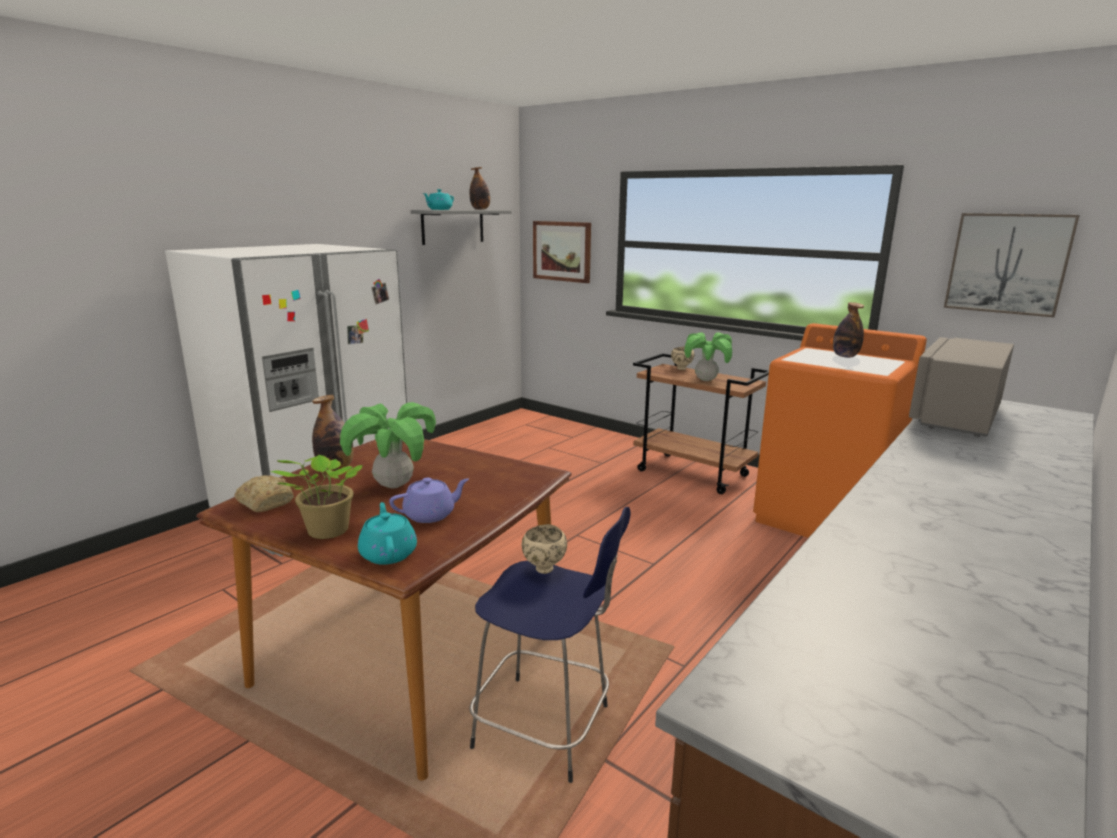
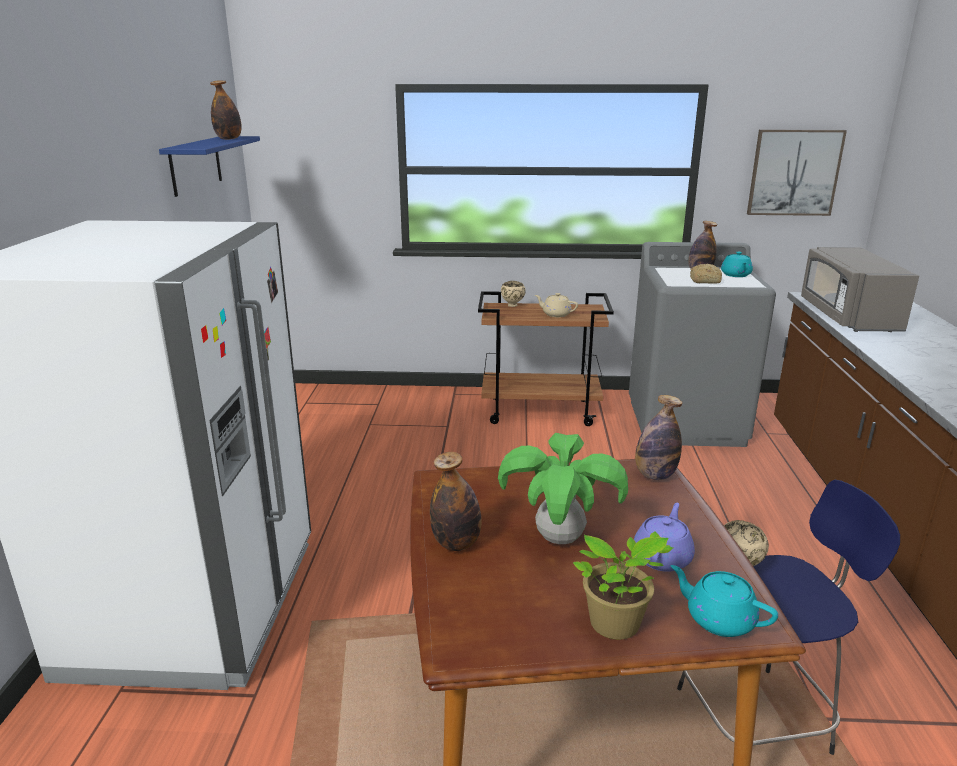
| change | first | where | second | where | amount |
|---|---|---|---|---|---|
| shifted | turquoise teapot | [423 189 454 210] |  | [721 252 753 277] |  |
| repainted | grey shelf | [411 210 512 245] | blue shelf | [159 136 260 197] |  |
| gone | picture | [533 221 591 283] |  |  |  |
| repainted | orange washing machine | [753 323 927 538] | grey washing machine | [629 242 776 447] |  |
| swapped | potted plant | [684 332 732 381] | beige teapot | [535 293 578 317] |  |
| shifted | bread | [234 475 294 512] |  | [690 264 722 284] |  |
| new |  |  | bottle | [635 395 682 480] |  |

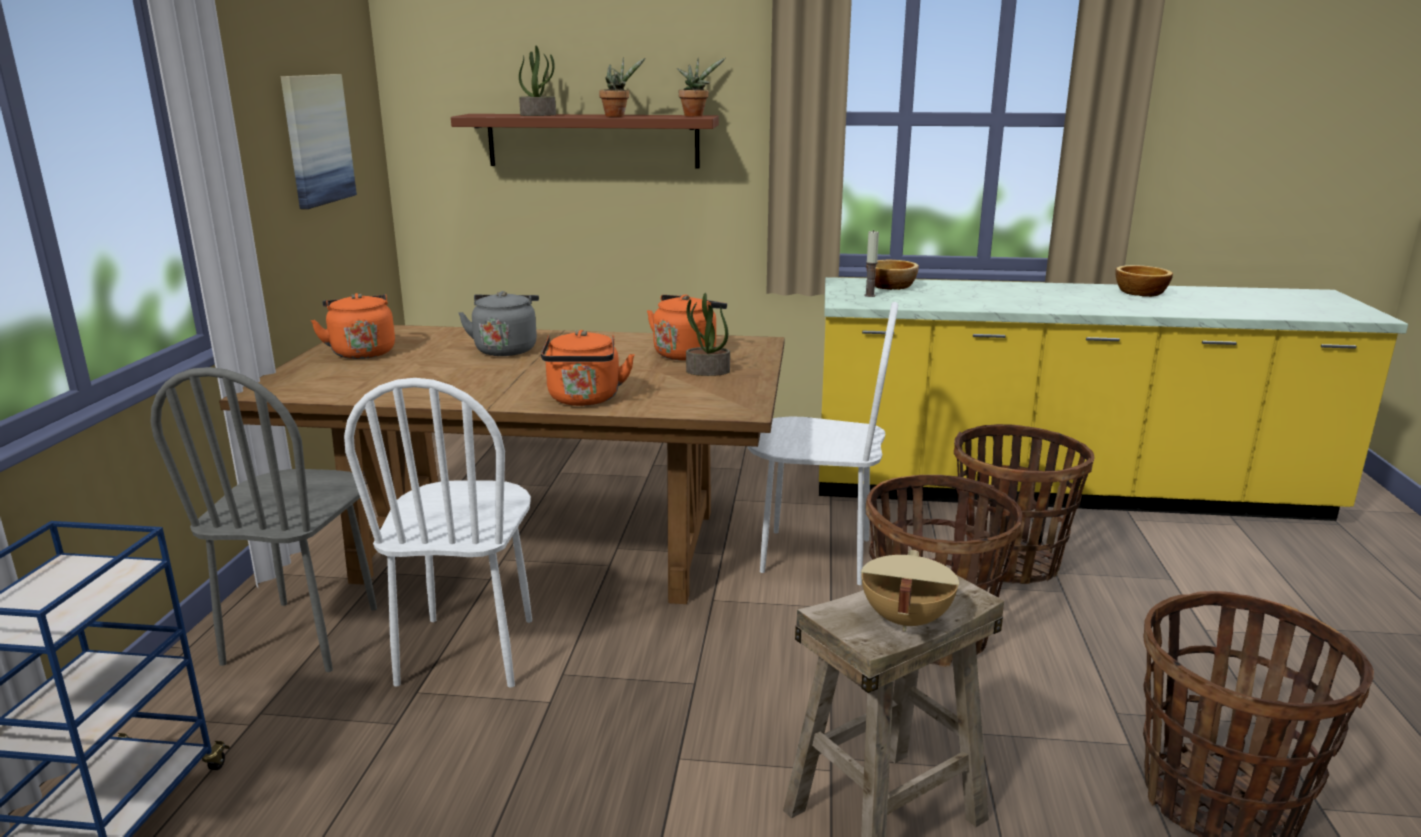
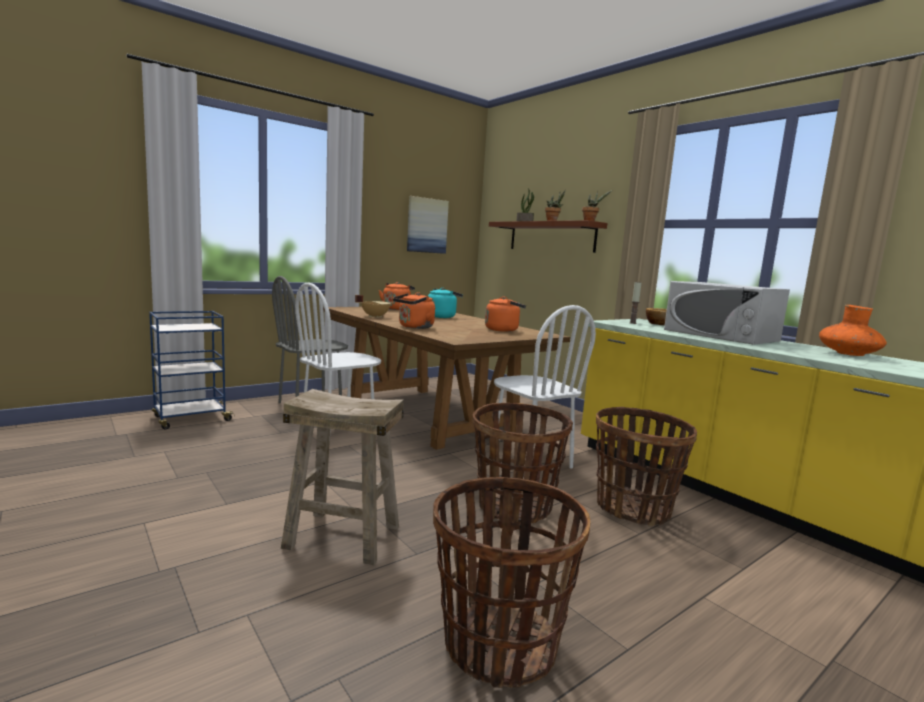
| change | first | where | second | where | amount |
|---|---|---|---|---|---|
| swapped | bowl | [1116 265 1173 297] | orange vase | [819 305 887 356] |  |
| repainted | grey kettle | [458 291 539 356] | turquoise kettle | [428 288 463 318] |  |
| gone | potted plant | [686 293 730 376] |  |  |  |
| shifted | beige cooking pot | [861 550 959 632] |  | [355 295 393 318] |  |
| new |  |  | white microwave | [664 281 790 345] |  |

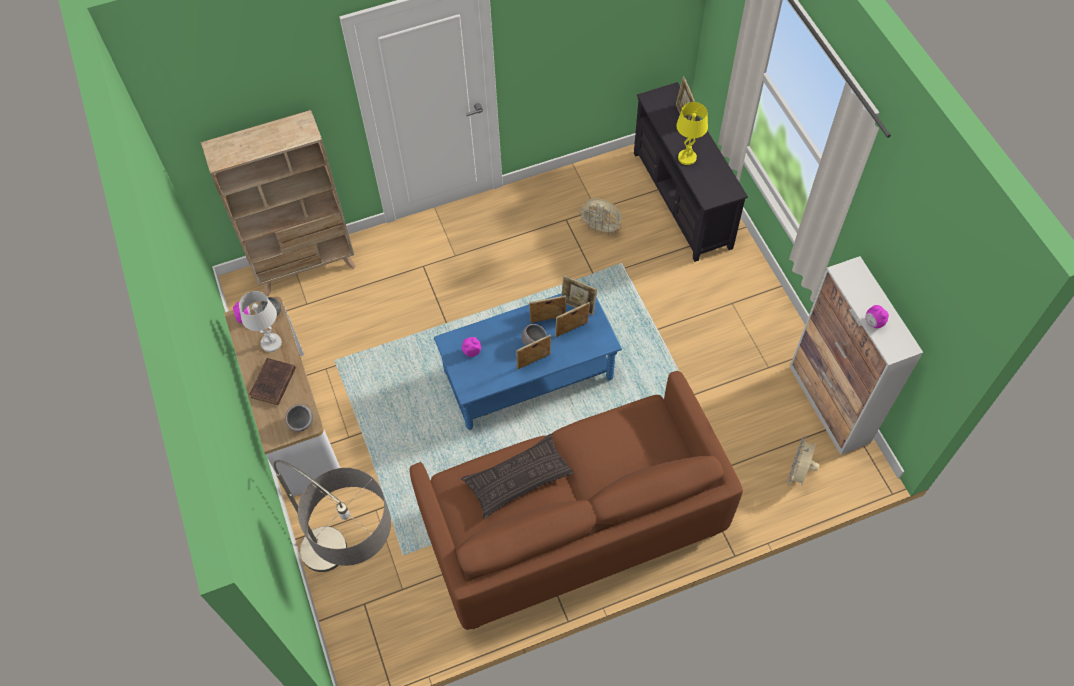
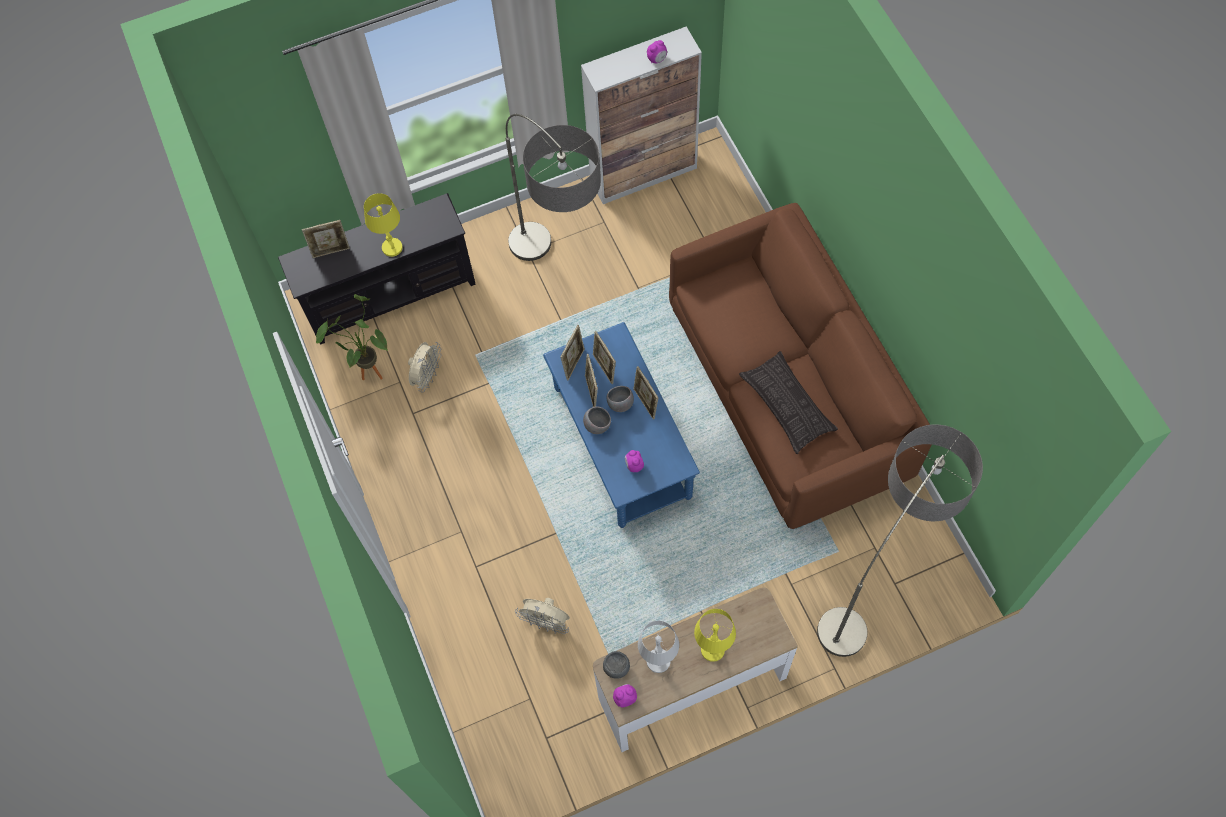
| change | first | where | second | where | amount |
|---|---|---|---|---|---|
| gone | beige bookcase | [201 110 355 296] |  |  |  |
| swapped | brown book | [249 358 296 405] | yellow table lamp | [694 609 736 662] |  |
| shifted | grey bowl | [285 404 313 432] |  | [583 406 611 434] |  |
| shifted | beige fan | [787 436 819 486] |  | [515 598 570 634] |  |
| new |  |  | floor lamp | [506 114 601 261] |  |
| new |  |  | potted plant | [316 294 388 380] |  |

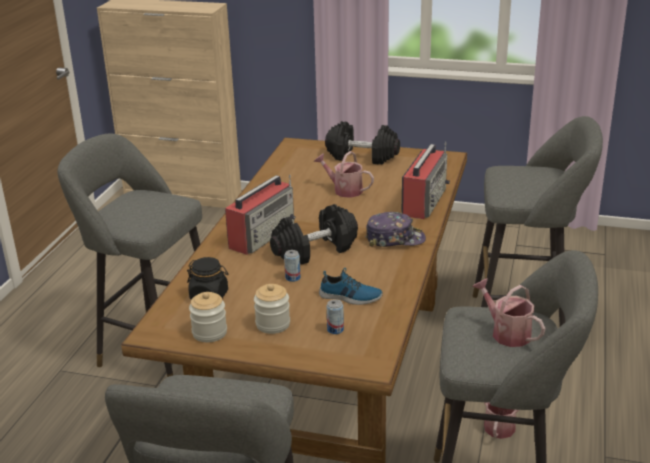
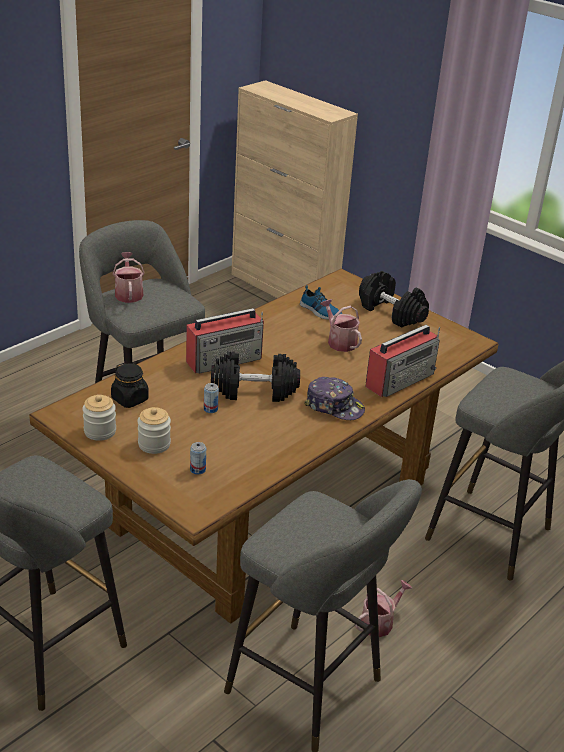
| change | first | where | second | where | amount |
|---|---|---|---|---|---|
| shifted | shoe | [319 268 383 305] |  | [300 285 343 320] |  |
| shifted | watering can | [472 278 546 347] |  | [113 252 145 303] |  |

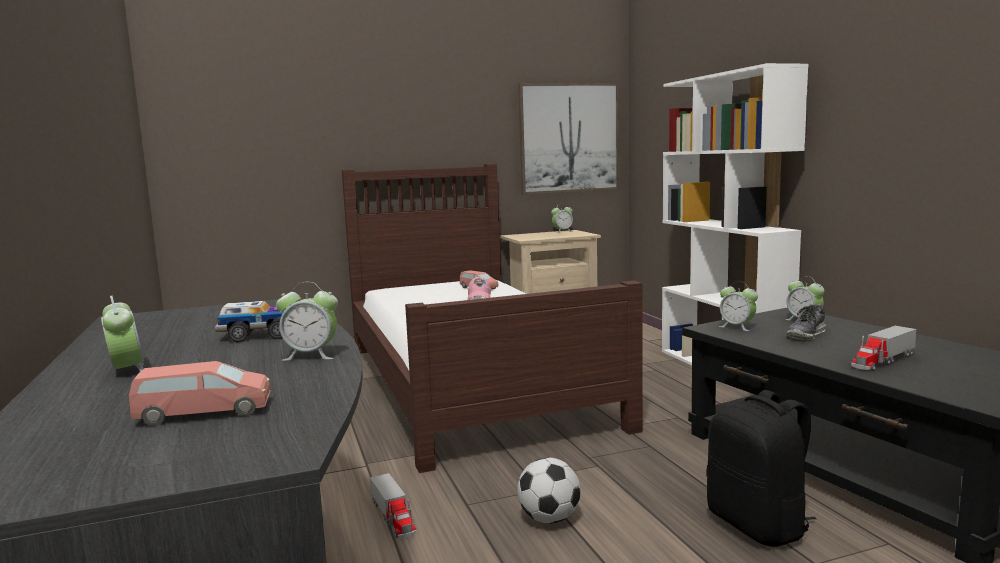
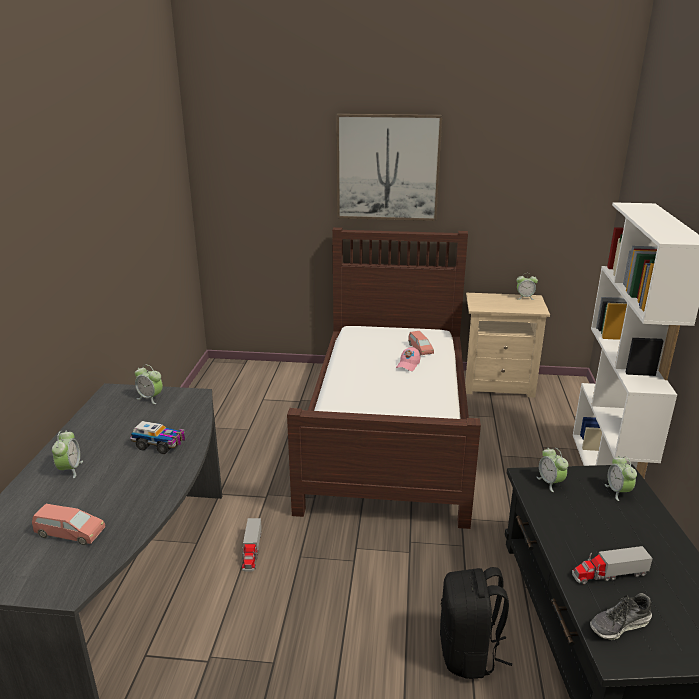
| change | first | where | second | where | amount |
|---|---|---|---|---|---|
| shifted | picture | [518 83 619 195] |  | [336 114 442 221] |  |
| shifted | alarm clock | [276 282 338 361] |  | [135 365 163 404] |  |
| shifted | shoe | [787 304 826 340] |  | [590 593 652 640] |  |
| gone | football | [517 457 581 524] |  |  |  |

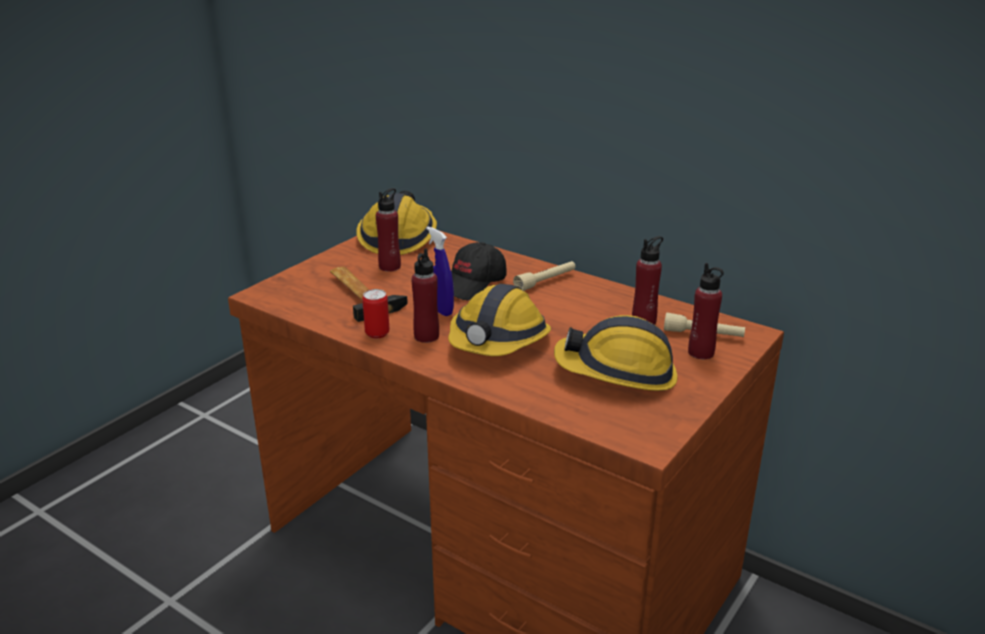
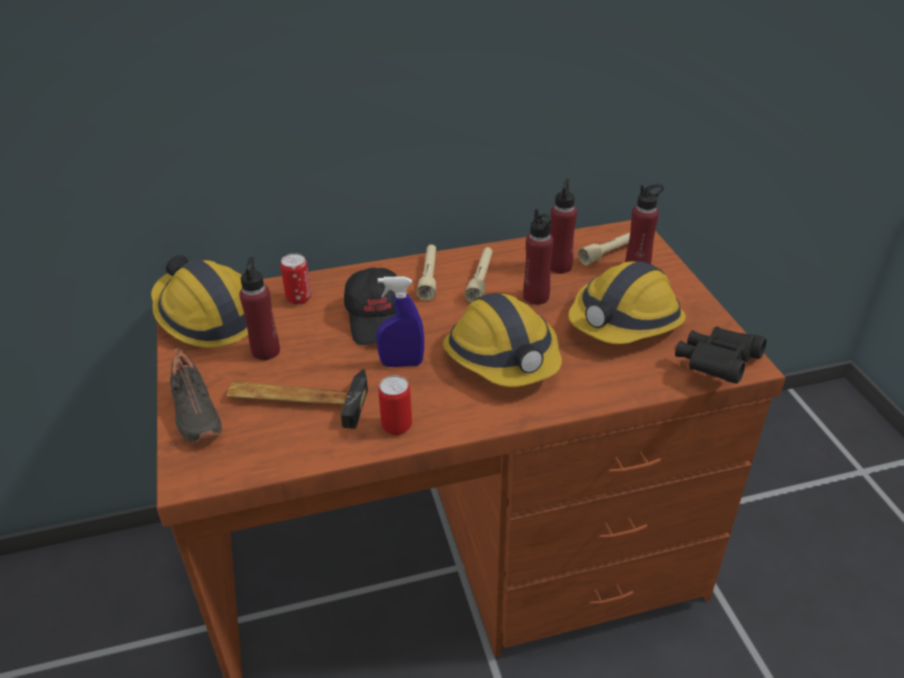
| change | first | where | second | where | amount |
|---|---|---|---|---|---|
| shifted | red bottle | [411 248 439 343] |  | [523 209 553 305] |  |
| new |  |  | beige flashlight | [464 247 493 303] |  |
| new |  |  | can | [280 253 311 305] |  |
| new |  |  | black binoculars | [675 326 766 384] |  |
| new |  |  | black shoe | [170 347 222 443] |  |

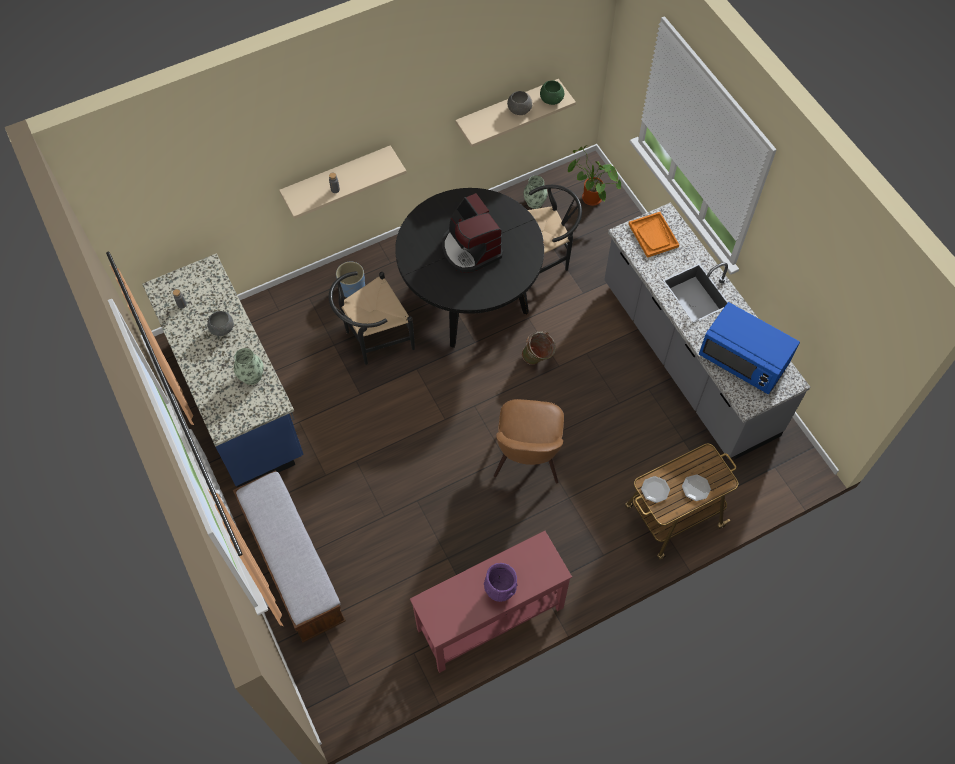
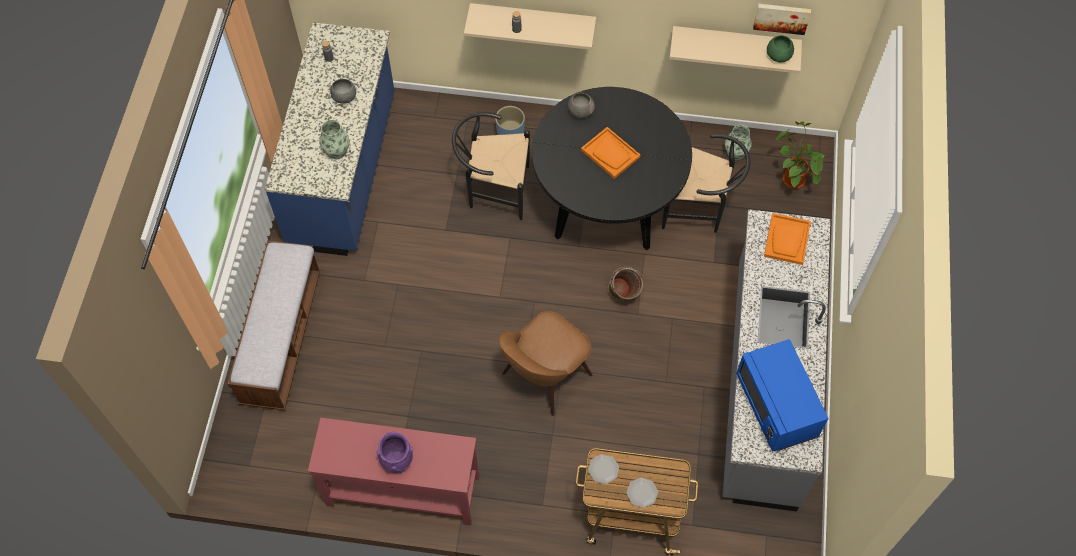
| change | first | where | second | where | amount |
|---|---|---|---|---|---|
| shifted | grey bowl | [507 91 533 115] |  | [568 93 595 118] |  |
| swapped | coffee machine | [442 193 503 273] | orange tray | [581 127 641 179] |  |
| new |  |  | picture | [753 4 811 35] |  |

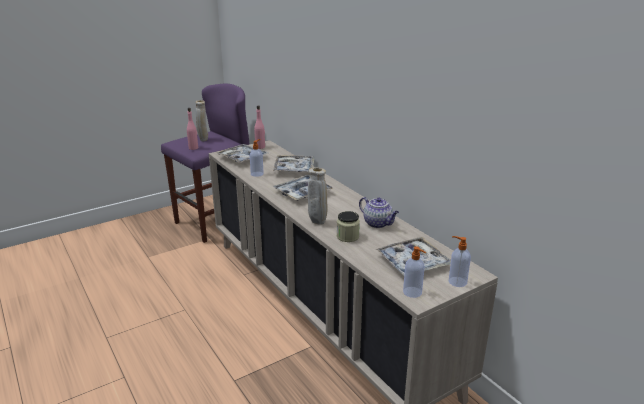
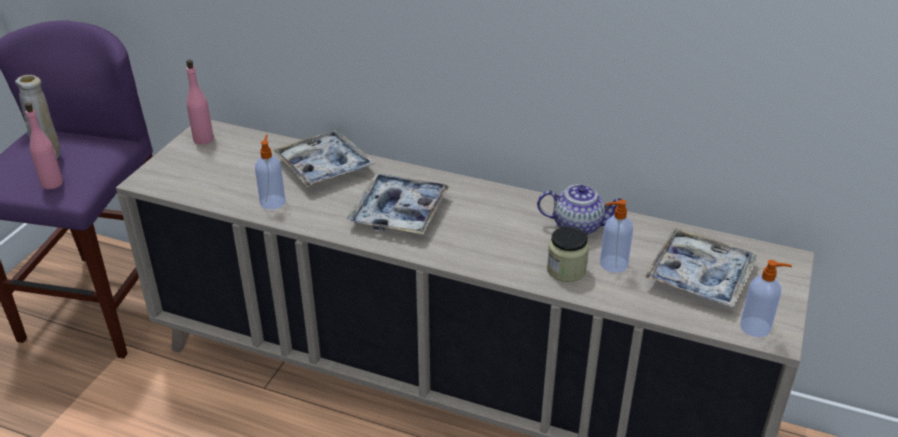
| change | first | where | second | where | amount |
|---|---|---|---|---|---|
| gone | tray | [216 144 268 163] |  |  |  |
| gone | beige vase | [308 168 328 225] |  |  |  |
| shifted | soap dispenser | [449 236 471 287] |  | [600 199 633 273] |  |

